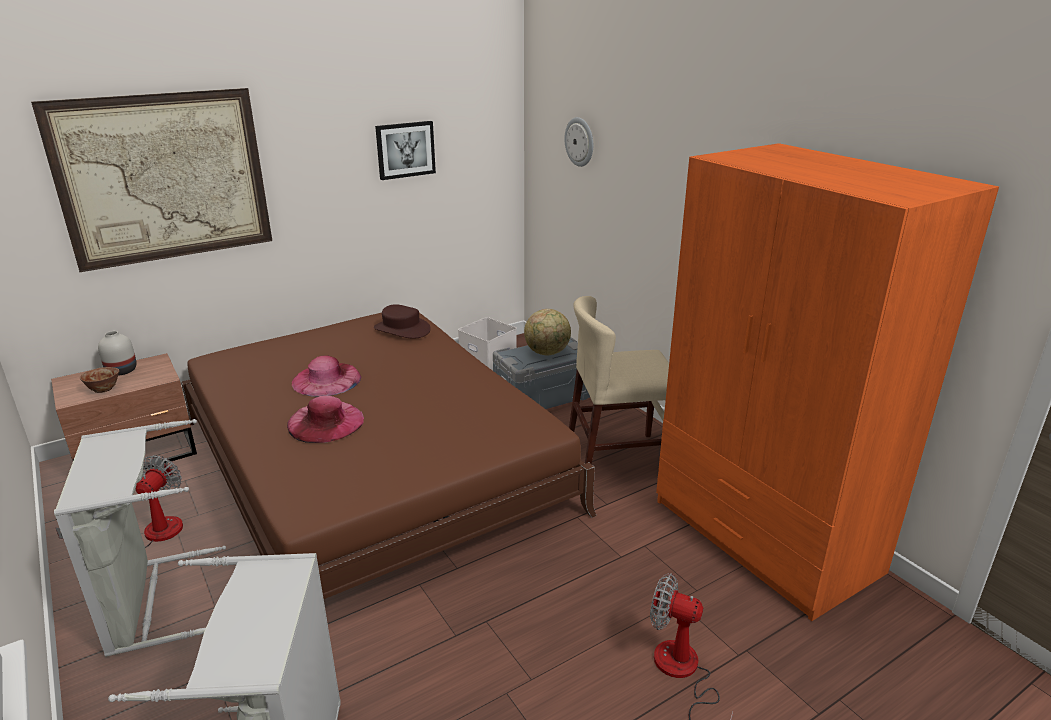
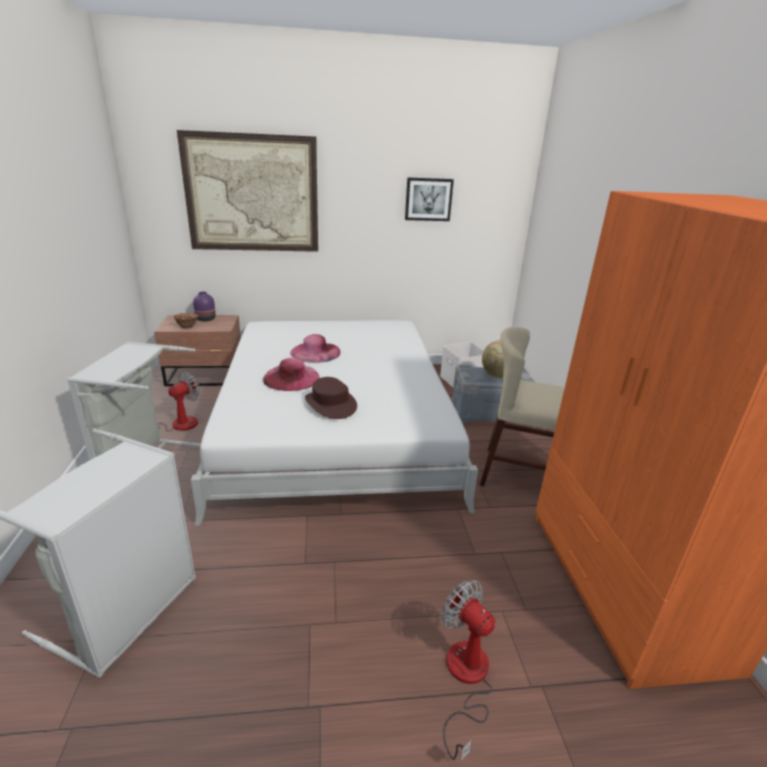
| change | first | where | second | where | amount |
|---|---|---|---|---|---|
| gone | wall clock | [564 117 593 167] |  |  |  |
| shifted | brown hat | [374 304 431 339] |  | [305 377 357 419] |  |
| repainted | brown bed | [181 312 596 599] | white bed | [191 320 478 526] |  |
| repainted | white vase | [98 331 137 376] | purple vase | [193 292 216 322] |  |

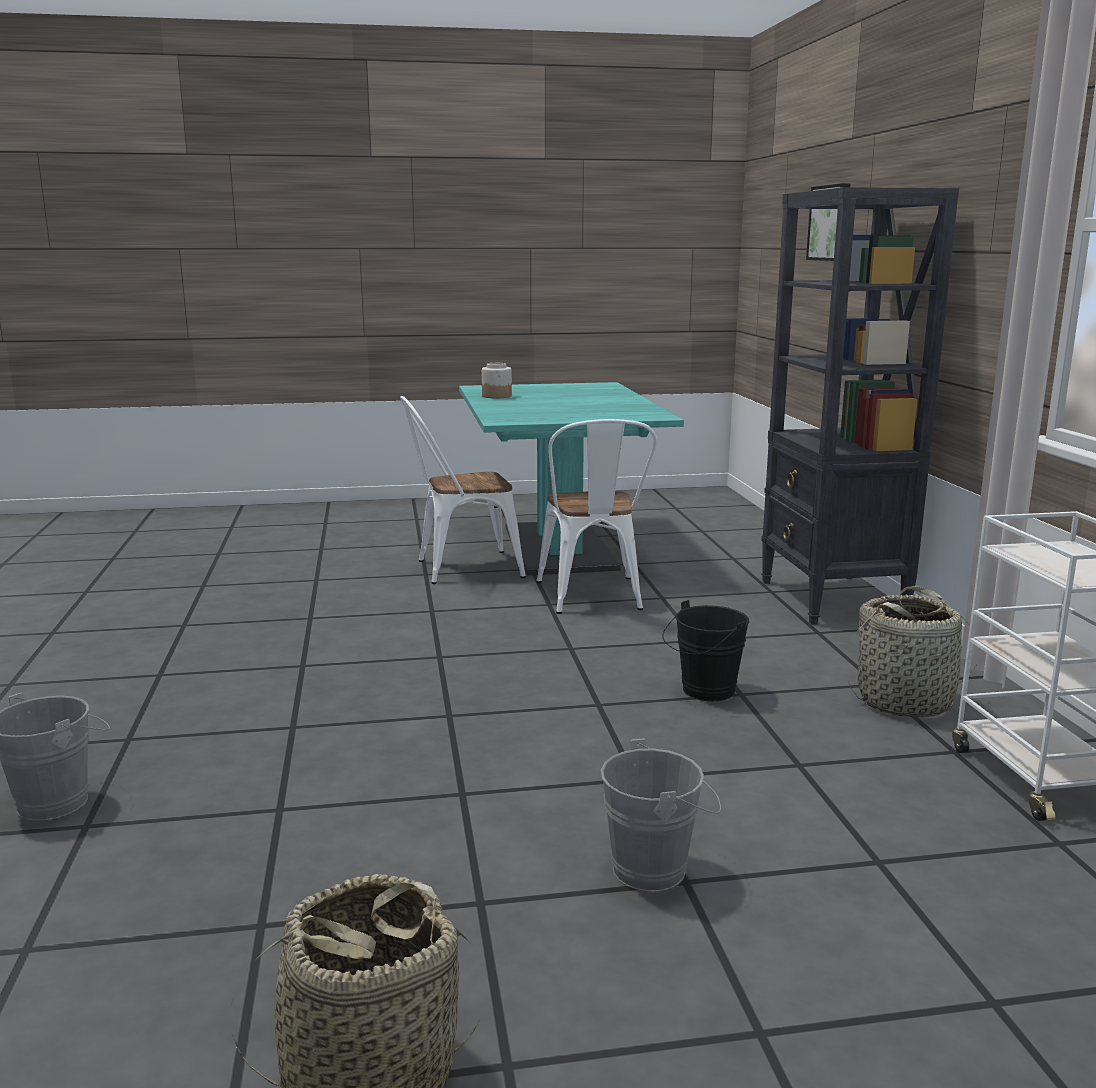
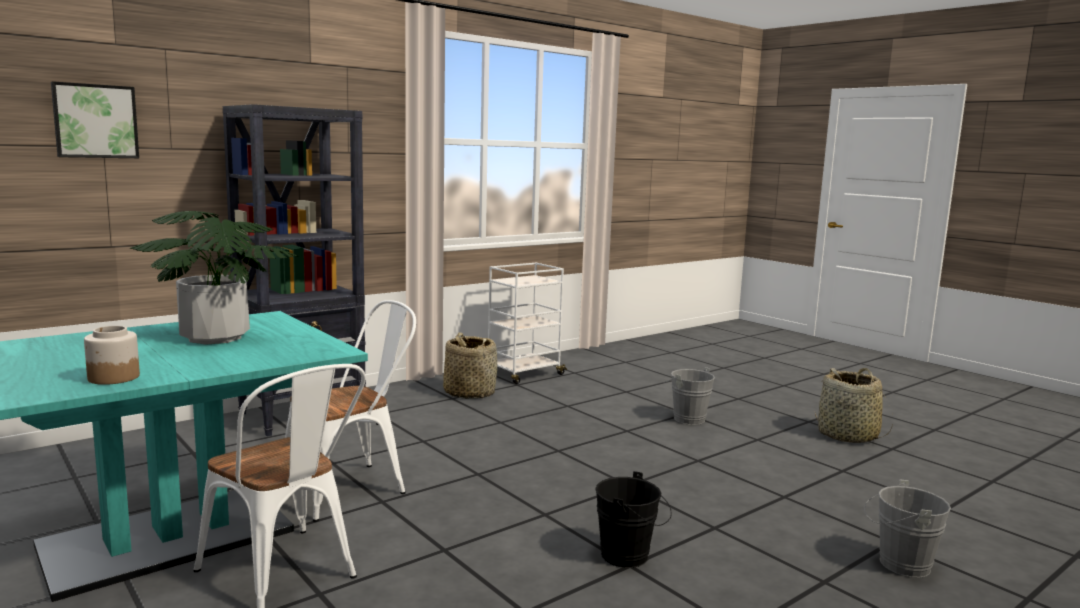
| change | first | where | second | where | amount |
|---|---|---|---|---|---|
| shifted | black bucket | [663 600 749 701] |  | [595 471 671 568] |  |
| new |  |  | potted plant | [130 211 298 345] |  |

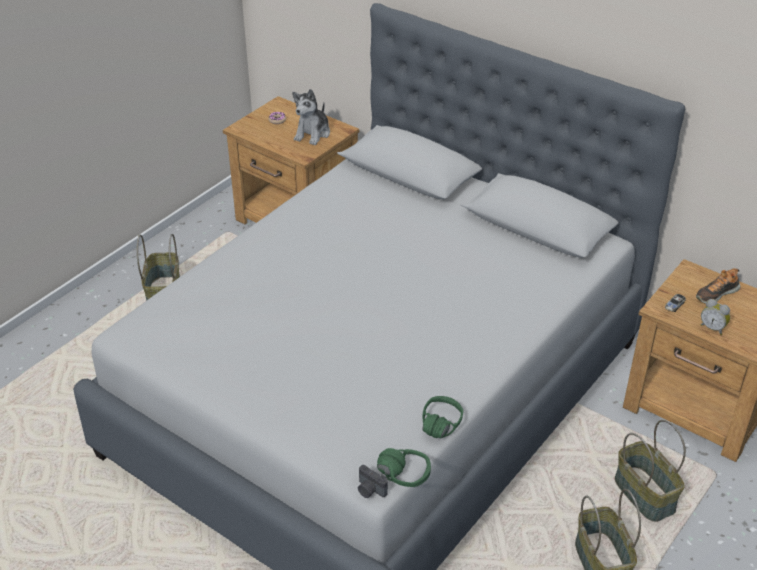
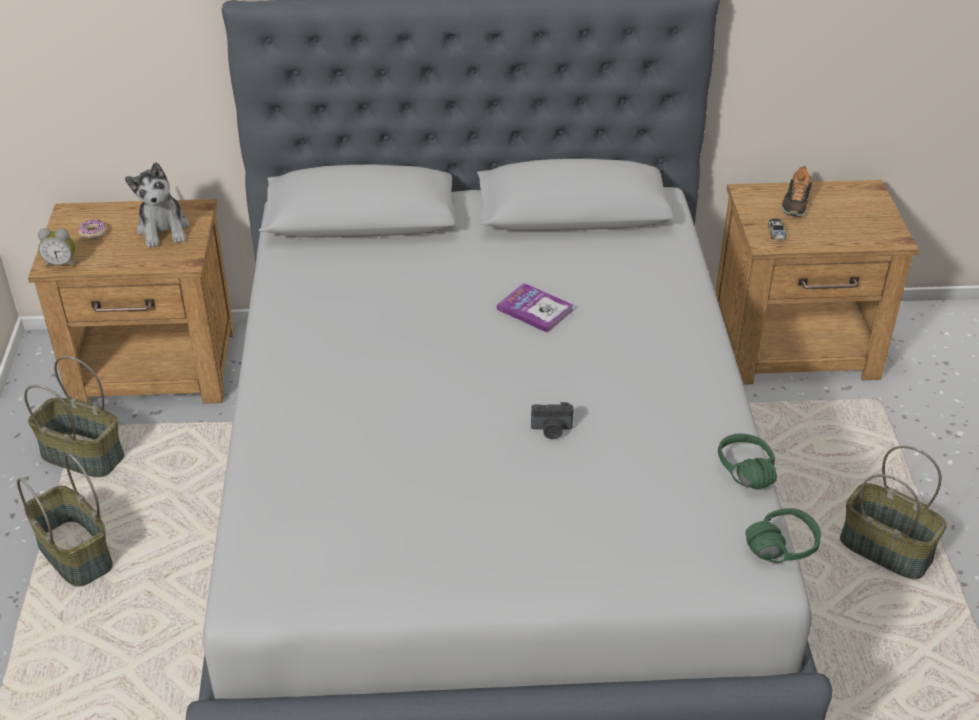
| change | first | where | second | where | amount |
|---|---|---|---|---|---|
| shifted | alarm clock | [701 299 730 335] |  | [38 228 75 267] |  |
| shifted | basket | [615 420 686 522] |  | [24 356 125 477] |  |
| shifted | photo camera | [358 465 388 498] |  | [531 402 573 439] |  |
| new |  |  | book | [497 283 573 333] |  |

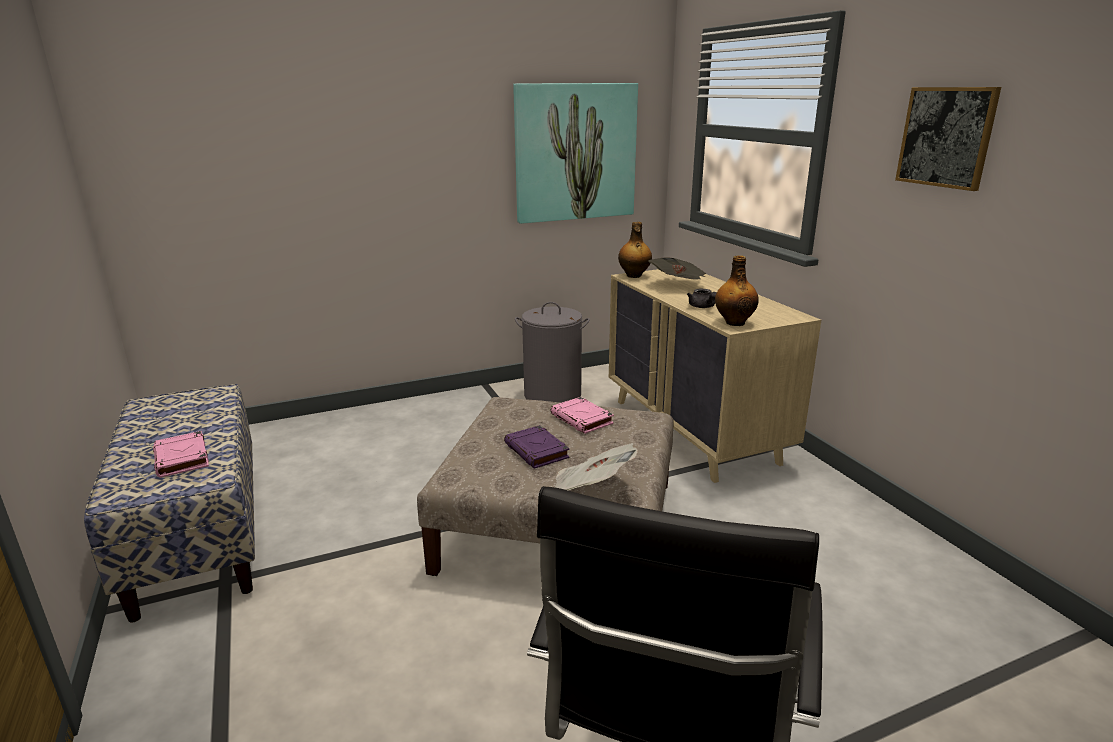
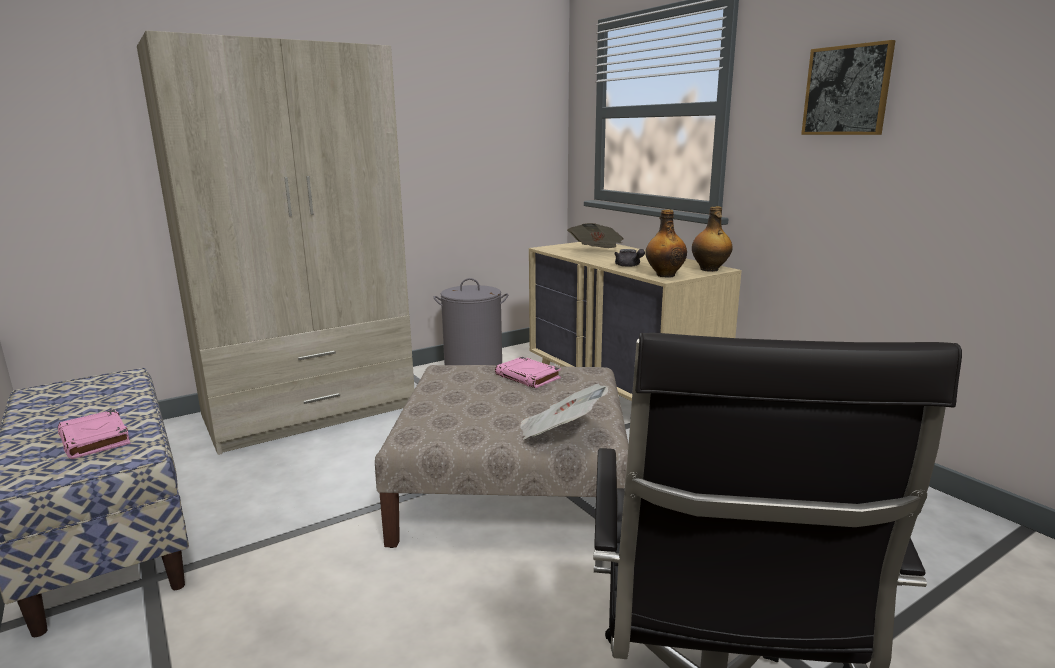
| change | first | where | second | where | amount |
|---|---|---|---|---|---|
| gone | picture | [513 83 638 224] |  |  |  |
| shifted | bottle | [618 222 652 278] |  | [692 206 733 272] |  |
| gone | purple book | [504 425 570 469] |  |  |  |
| new |  |  | beige wardrobe | [137 30 414 455] |  |

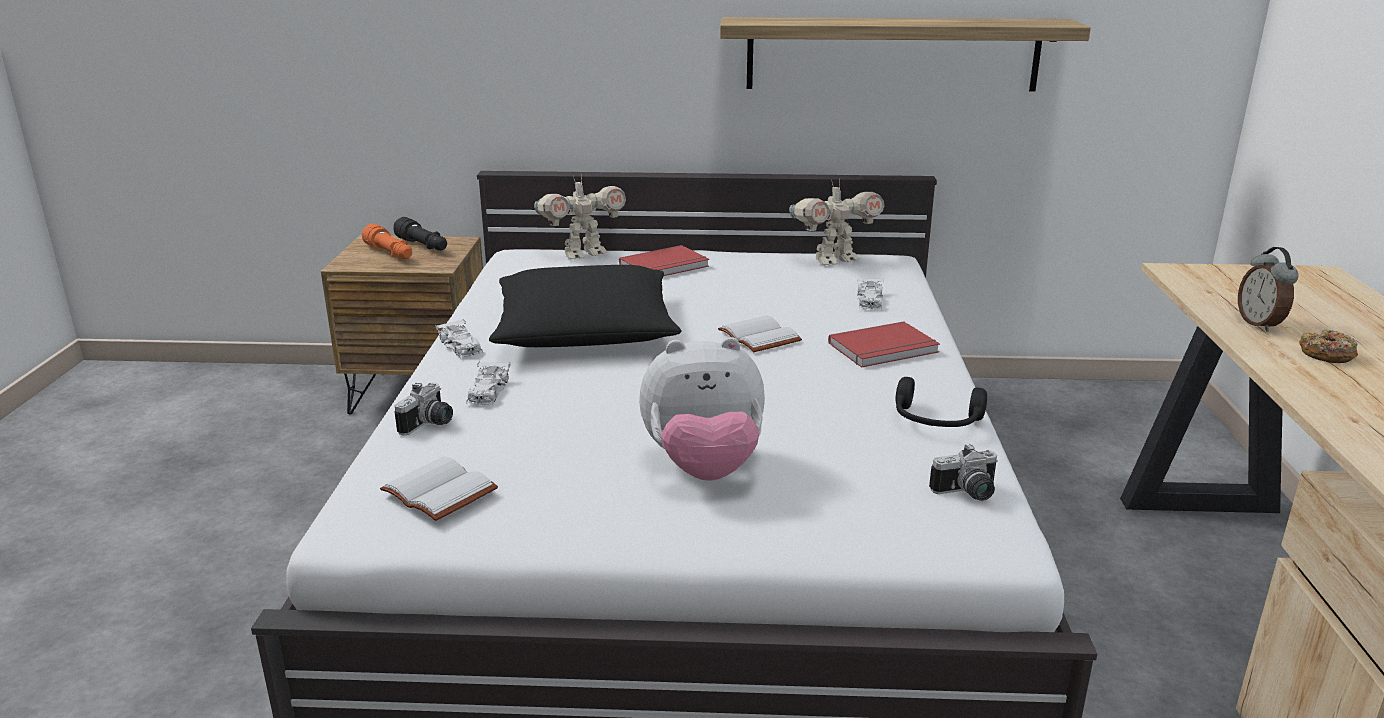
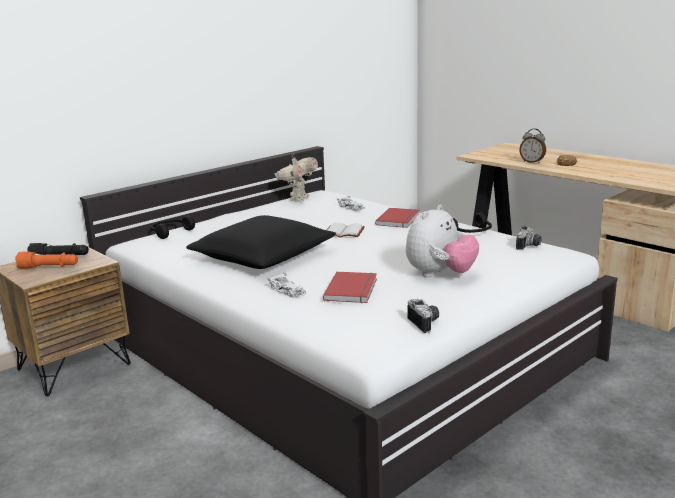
| change | first | where | second | where | amount |
|---|---|---|---|---|---|
| gone | shelf | [720 17 1091 91] |  |  |  |
| swapped | toy robot | [534 176 626 259] | black headphones | [151 216 195 239] |  |
| shifted | red book | [619 245 709 276] |  | [323 272 377 303] |  |
| gone | white toy car | [435 319 483 359] |  |  |  |
| shifted | photo camera | [394 383 453 435] |  | [408 299 439 333] |  |
| gone | white book | [380 456 498 521] |  |  |  |

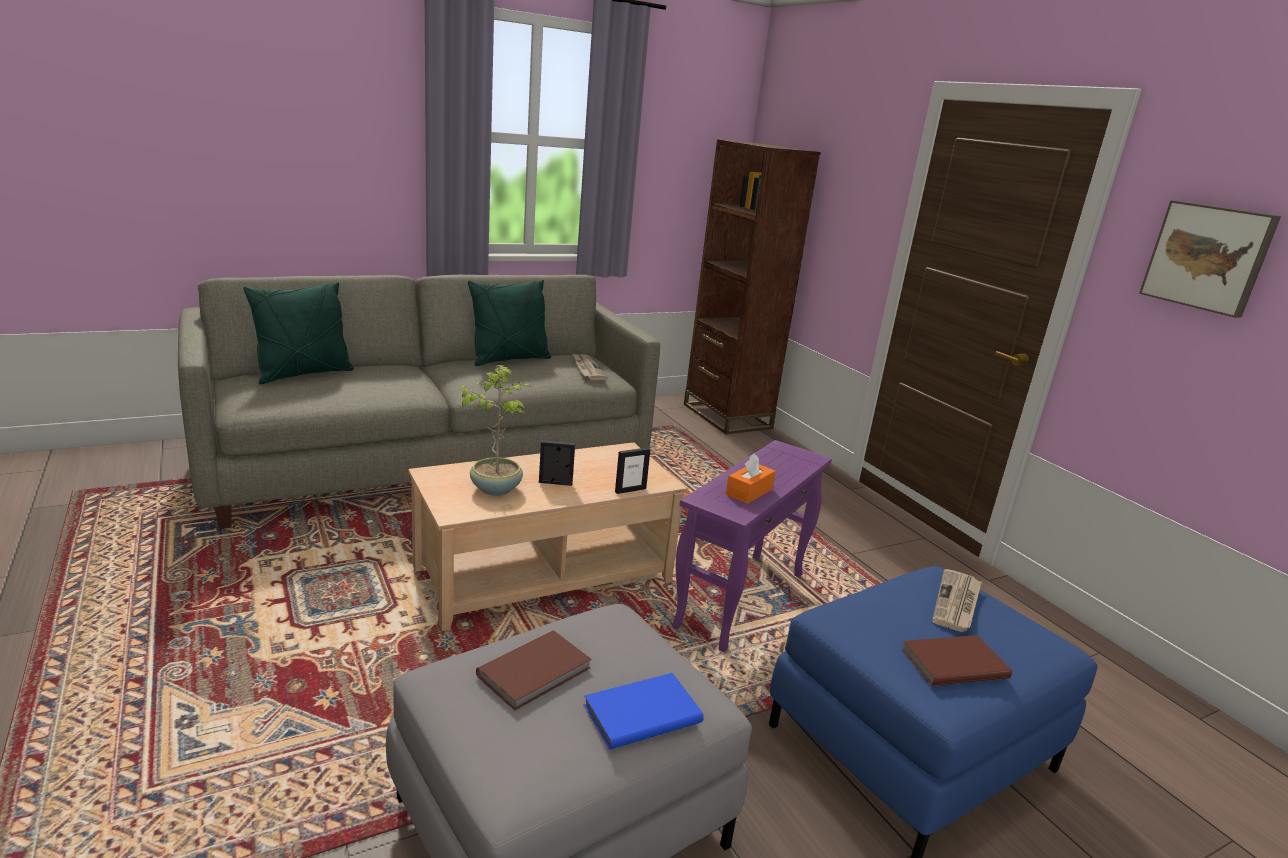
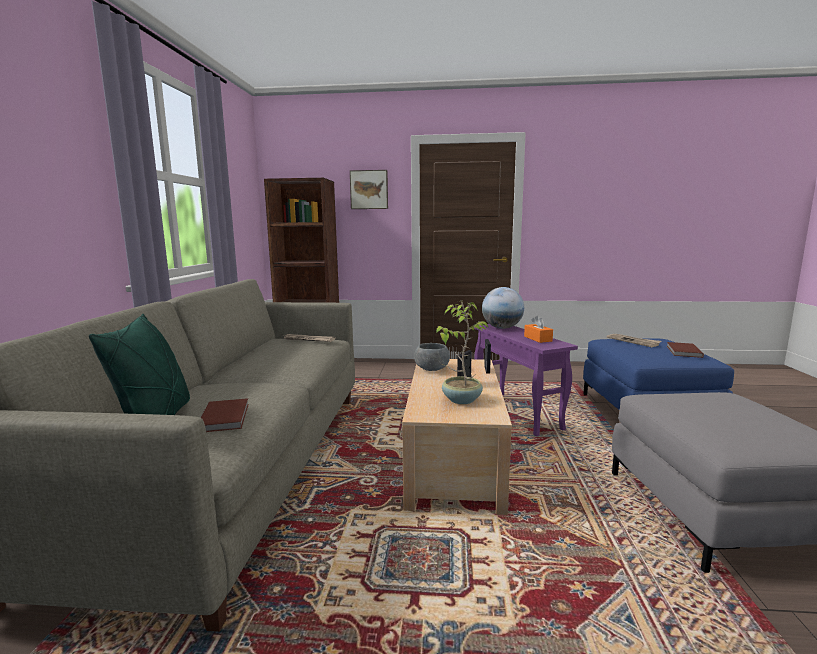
| change | first | where | second | where | amount |
|---|---|---|---|---|---|
| shifted | picture | [1139 200 1281 318] |  | [350 170 388 209] |  |
| gone | green pillow | [468 280 551 366] |  |  |  |
| shifted | brown book | [476 630 592 710] |  | [201 398 249 432] |  |
| gone | blue book | [583 673 704 749] |  |  |  |
| new |  |  | globe | [482 287 524 329] |  |
| new |  |  | grey bowl | [414 343 450 371] |  |

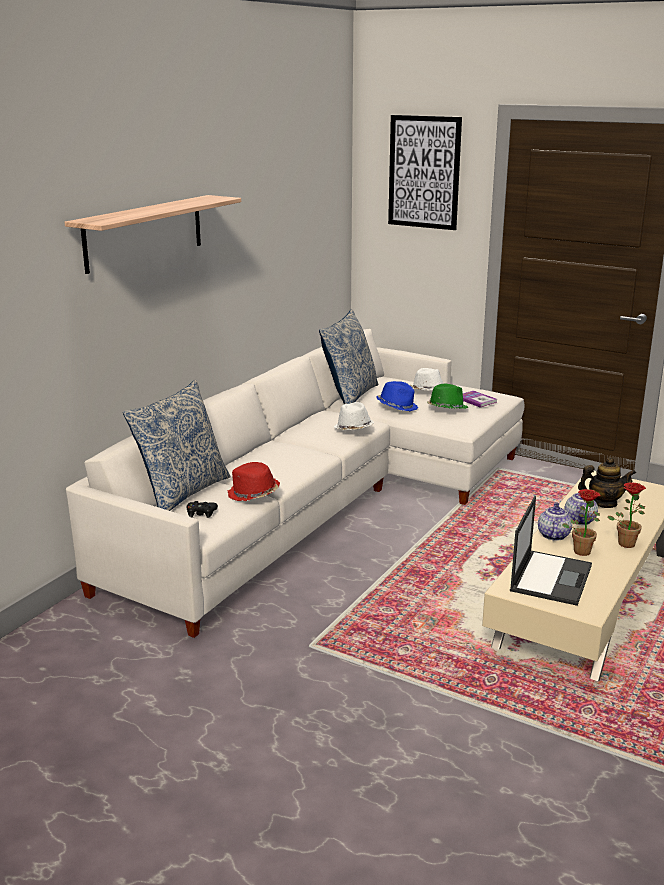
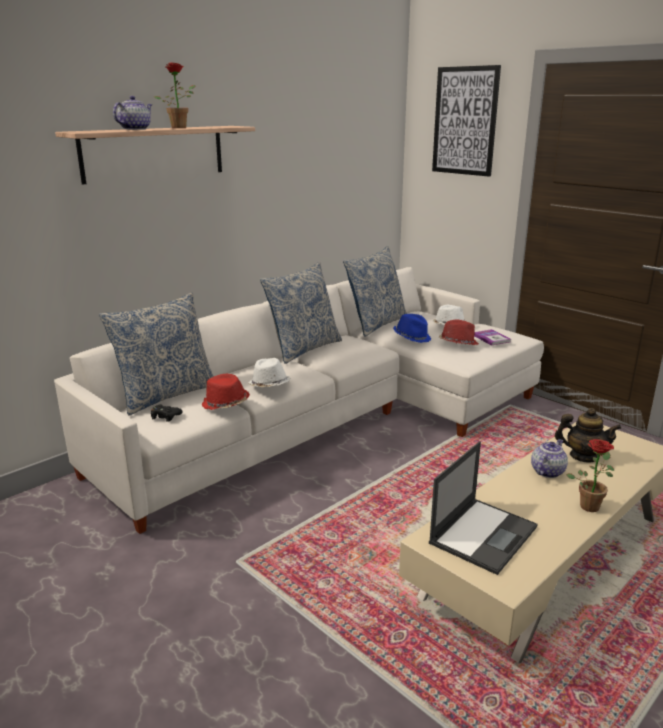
| change | first | where | second | where | amount |
|---|---|---|---|---|---|
| repainted | green hat | [427 384 468 409] | red hat | [439 320 478 345] |  |
| shifted | white hat | [333 402 374 430] |  | [248 358 290 387] |  |
| shifted | potted plant | [562 489 600 556] |  | [154 63 195 128] |  |
| shifted | teapot | [538 502 572 541] |  | [113 96 152 130] |  |
| new |  |  | pillow | [260 262 342 364] |  |

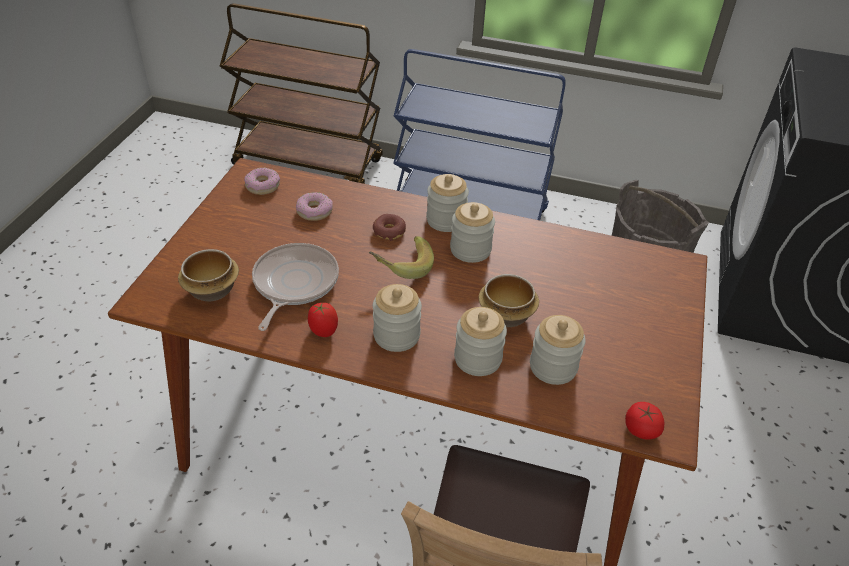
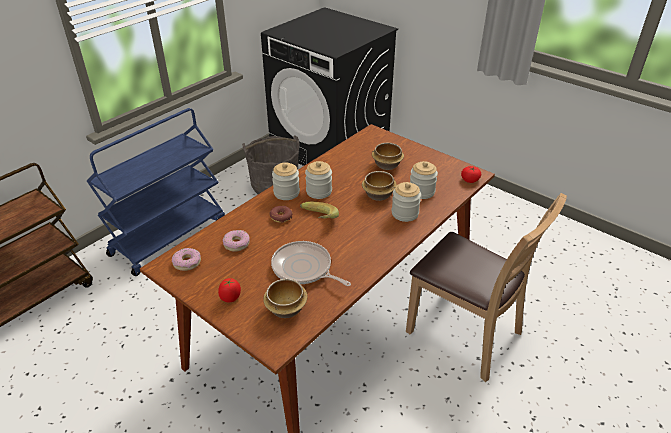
| change | first | where | second | where | amount |
|---|---|---|---|---|---|
| gone | jar | [373 284 422 352] |  |  |  |
| shifted | tomato | [308 303 338 337] |  | [218 278 241 302] |  |
| new |  |  | bowl | [372 143 404 170] |  |

